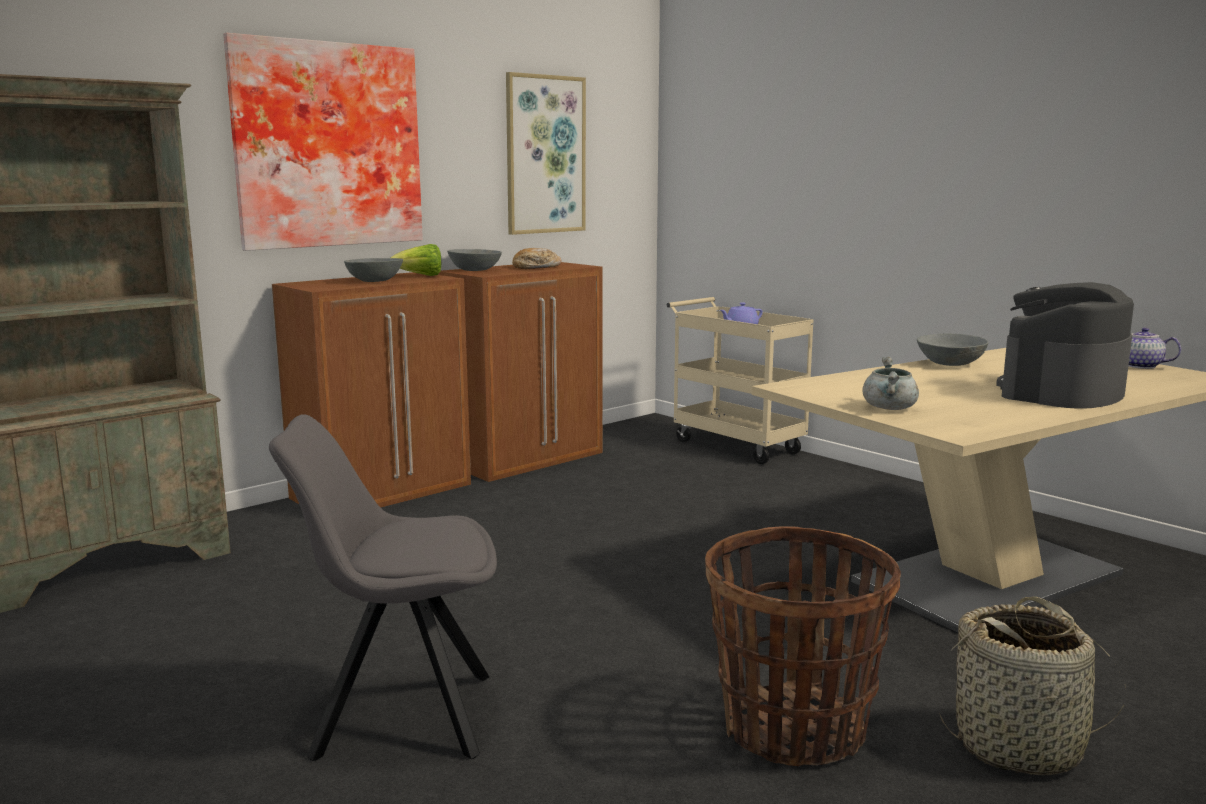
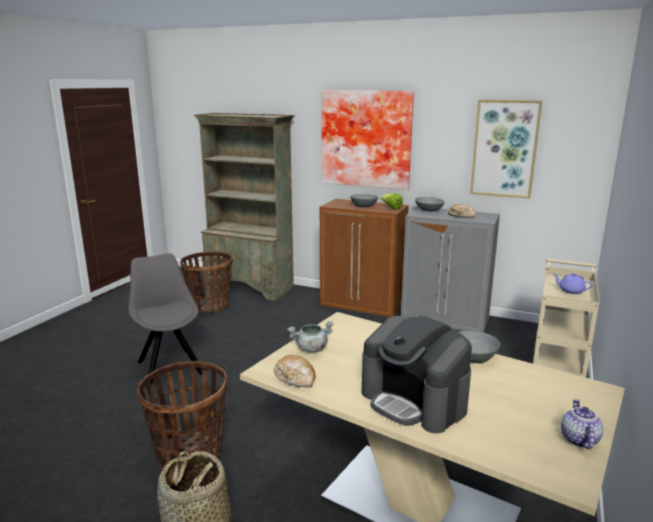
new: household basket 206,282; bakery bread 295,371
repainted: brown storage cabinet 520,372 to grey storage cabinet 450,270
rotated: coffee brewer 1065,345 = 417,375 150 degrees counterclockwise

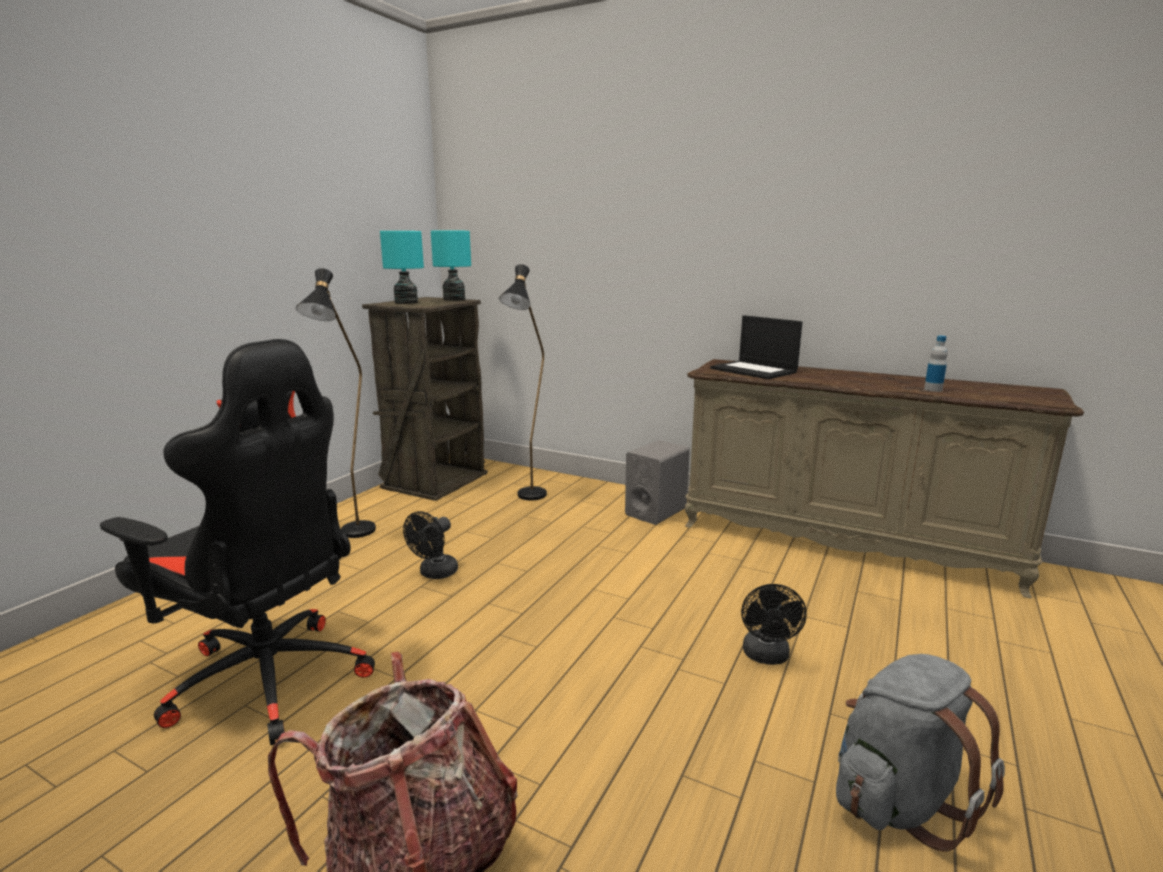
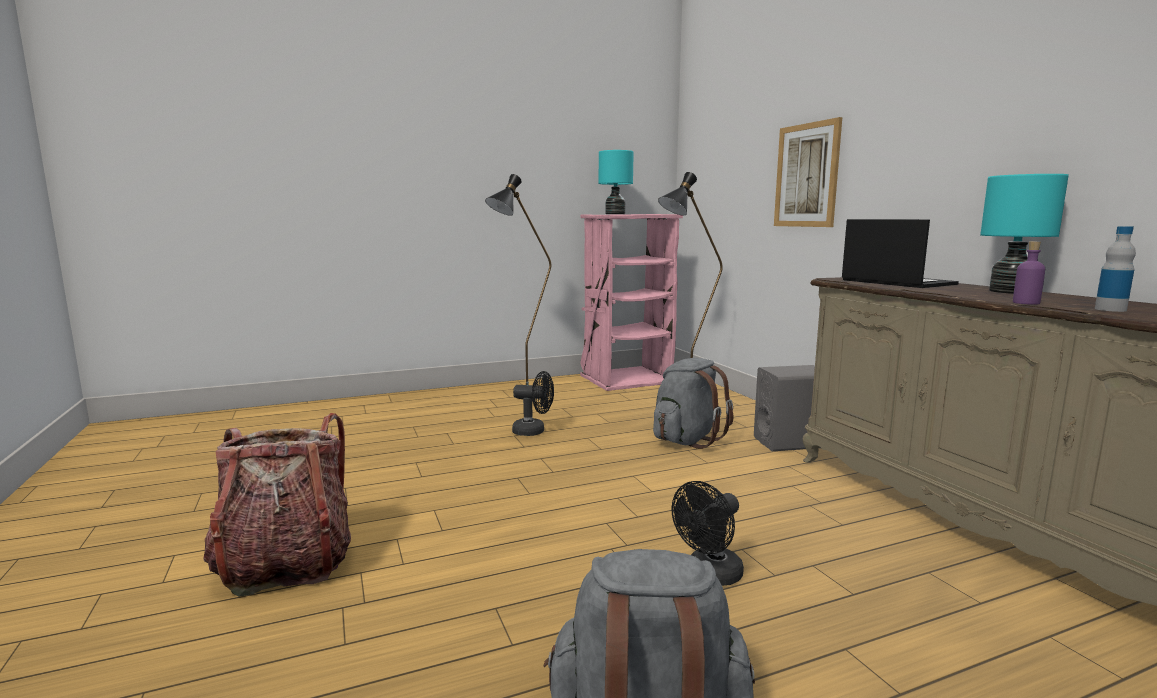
gone: black-coloured computer chair 237,542
new: wall art 808,172; purple drink bottle 1029,273; grey backpack 693,403
shifted: turquoise table lamp 451,265 to 1024,234
repainted: brown bookcase 425,399 to pink-coloured bookcase 631,302
rotated: laptop 756,347 = 900,253 150 degrees clockwise; black-coloured cooling fan 430,545 = 533,403 150 degrees counterclockwise

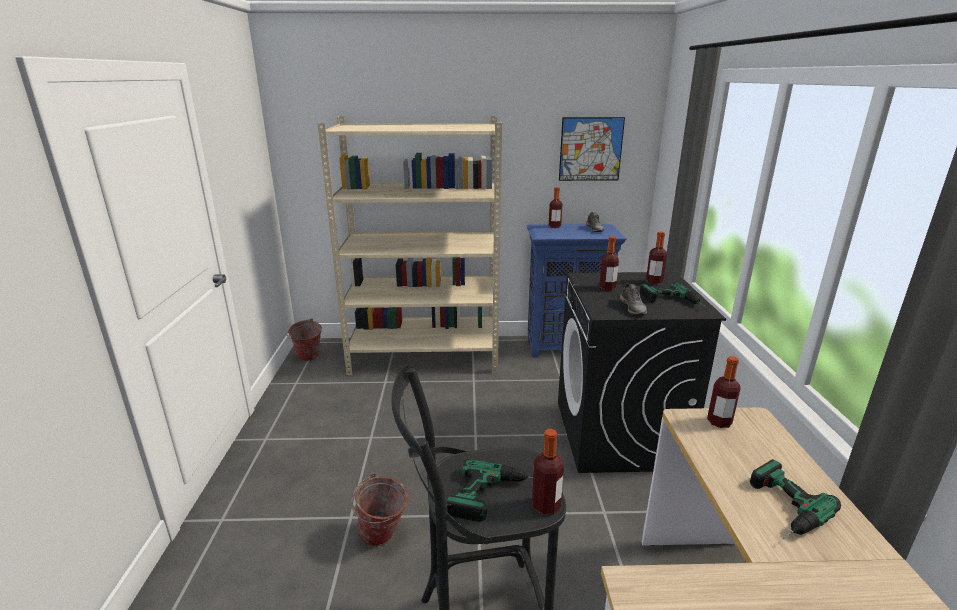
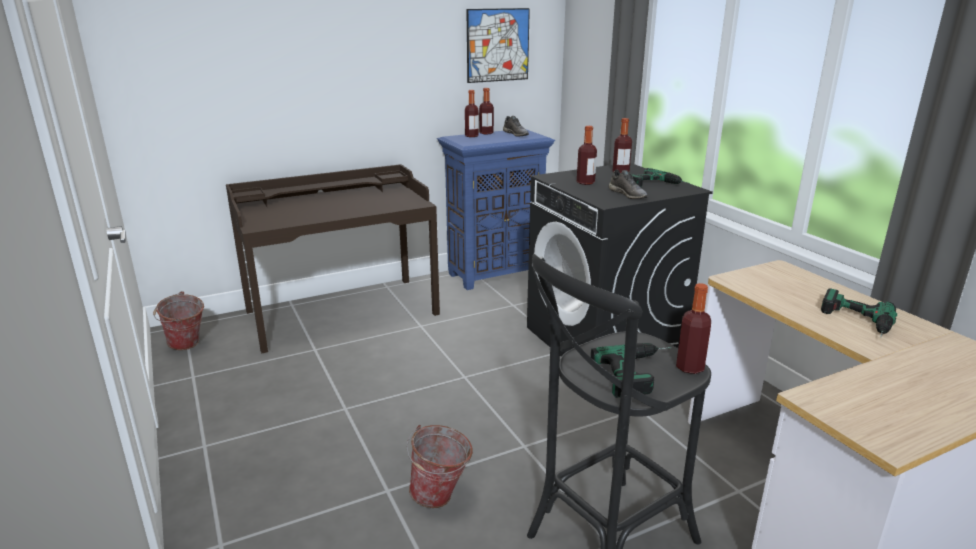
shifted: drink bottle 724,392 to 486,111
swapped: beige bookcase 410,245 to brown desk 333,259

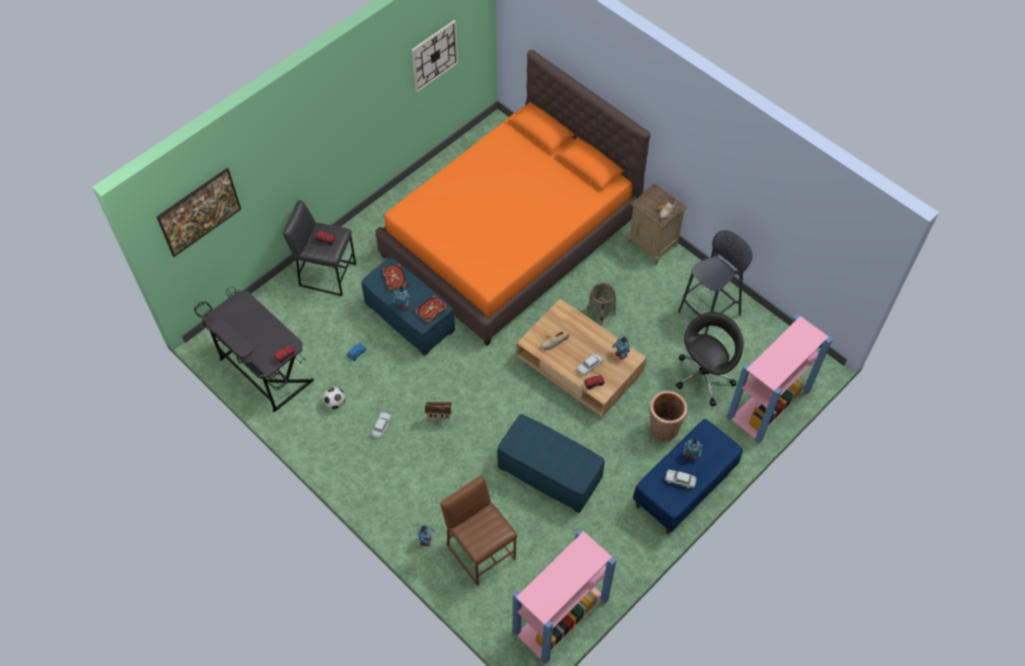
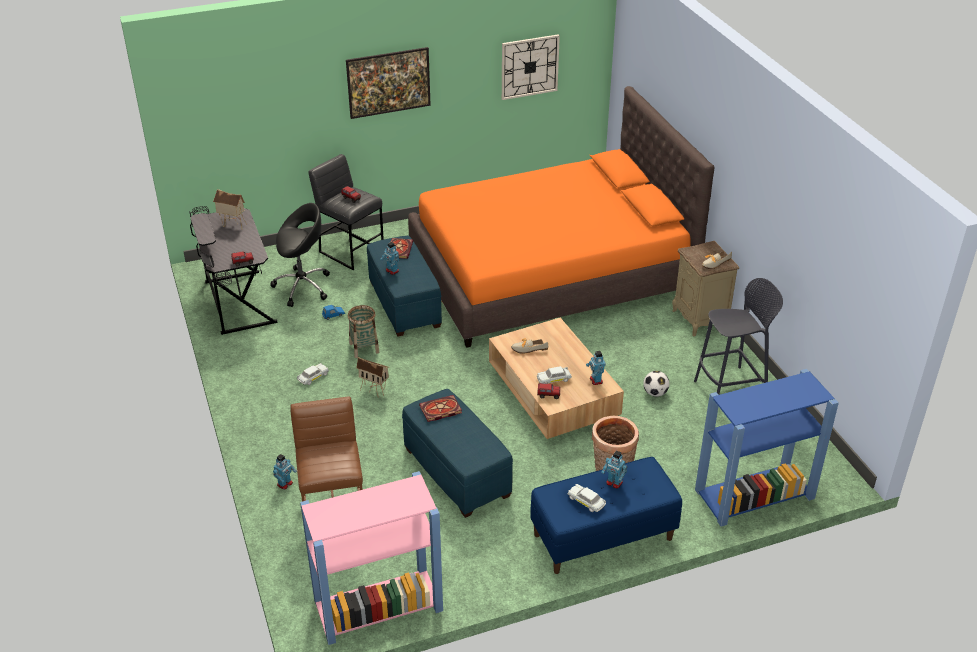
new: toy house 230,208
shifted: wall art 198,212 to 388,83; household basket 601,304 to 363,331; volume 431,309 to 440,408; black-coloured computer chair 710,359 to 300,255; football 334,398 to 656,384
repainted: pink-coloured bookcase 779,378 to blue-coloured bookcase 767,447

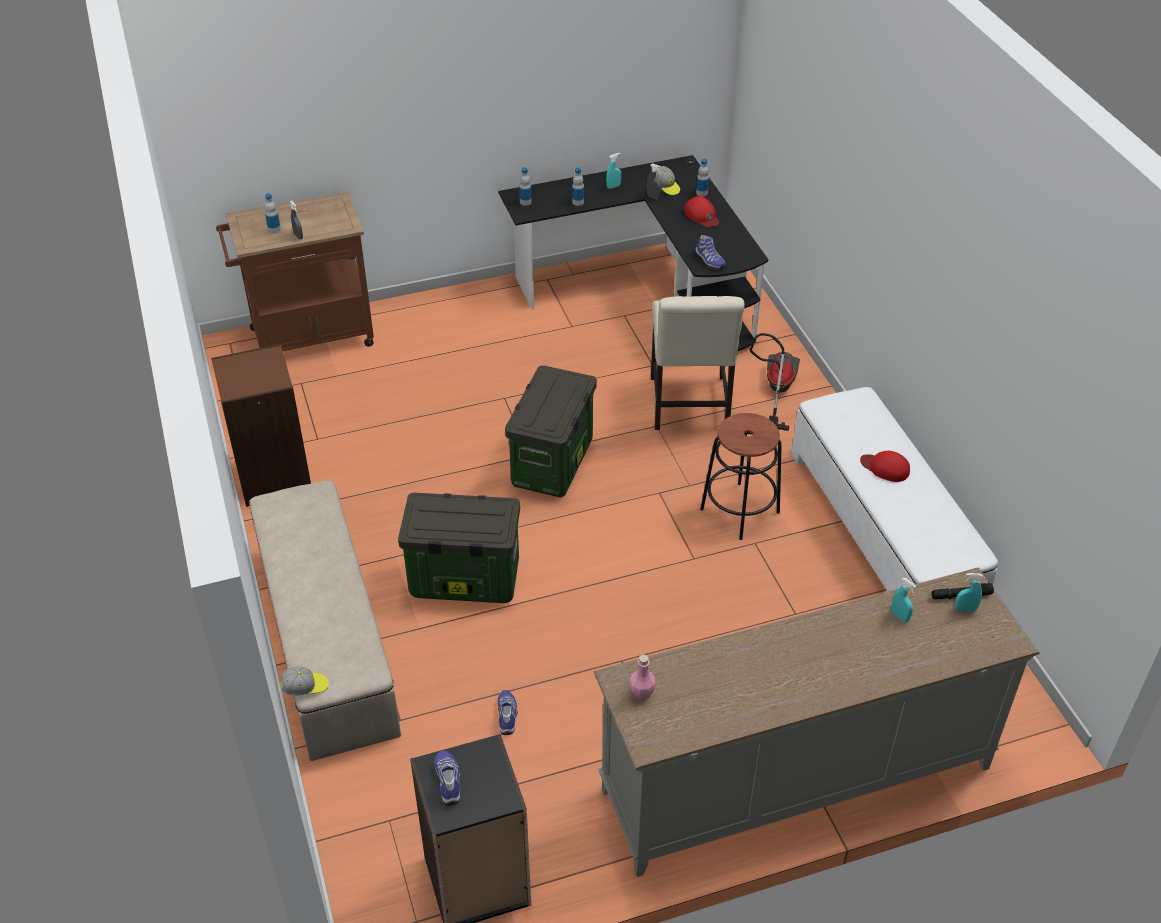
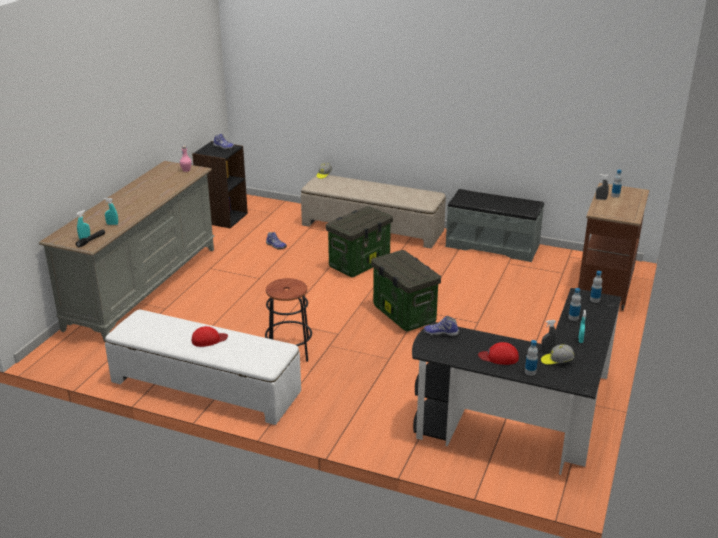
gone: beige plain chair 698,363; hoover 775,382
swapped: brown bookcase 261,425 to grey bench 495,225

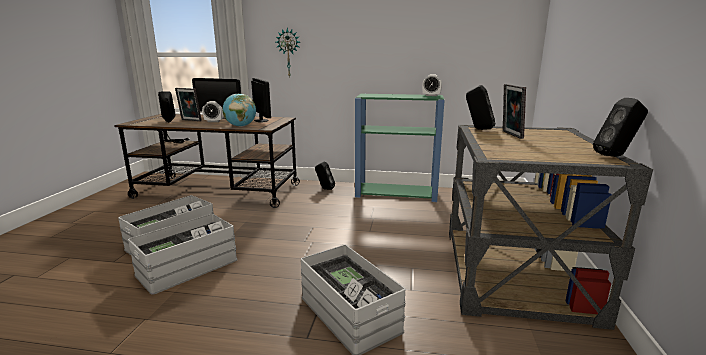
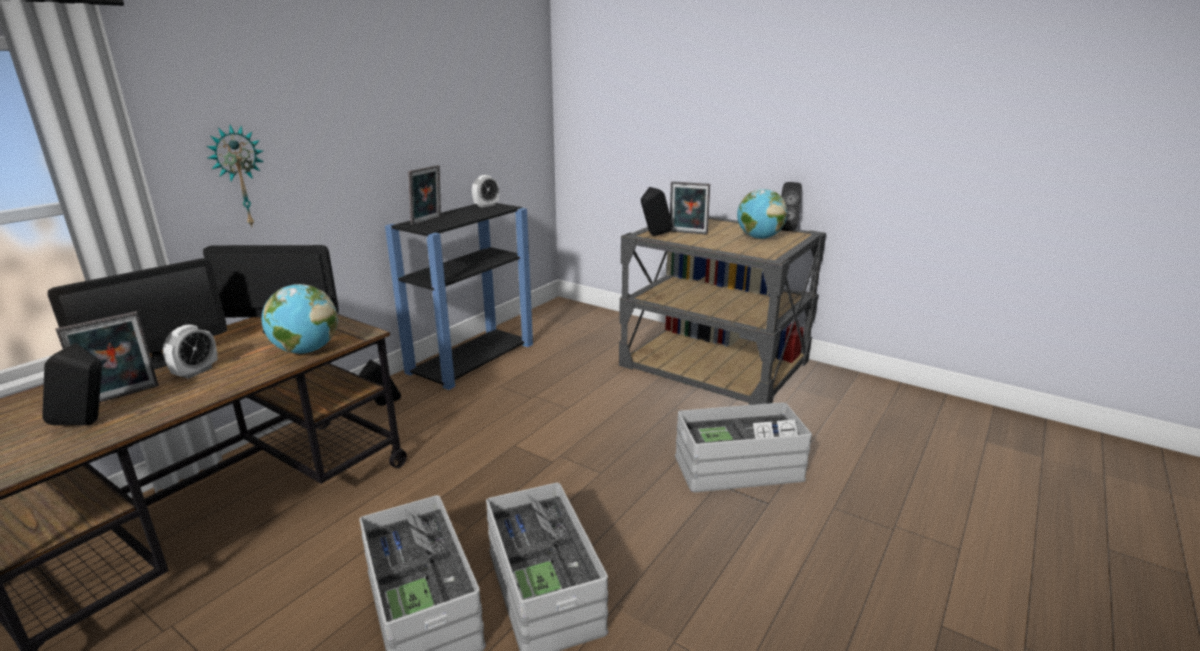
new: standing frame 424,195; globe 762,214
repainted: green-coloured bookcase 399,148 to black-coloured bookcase 459,296

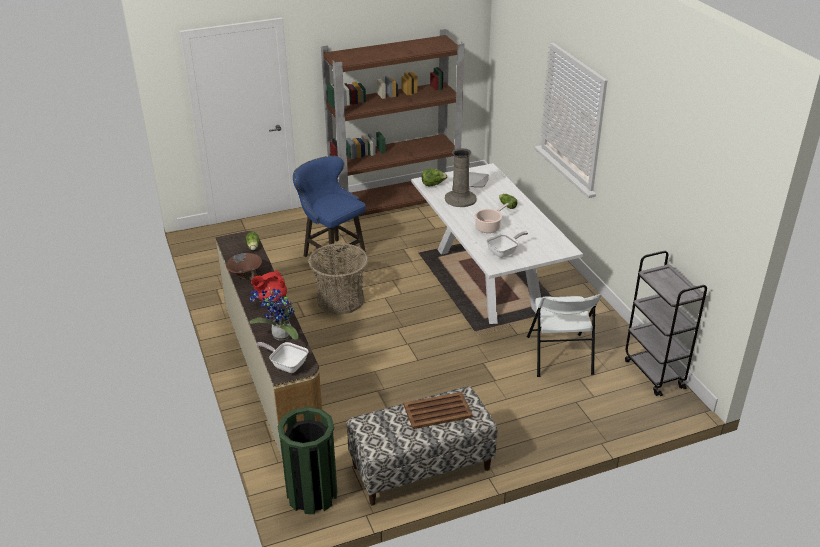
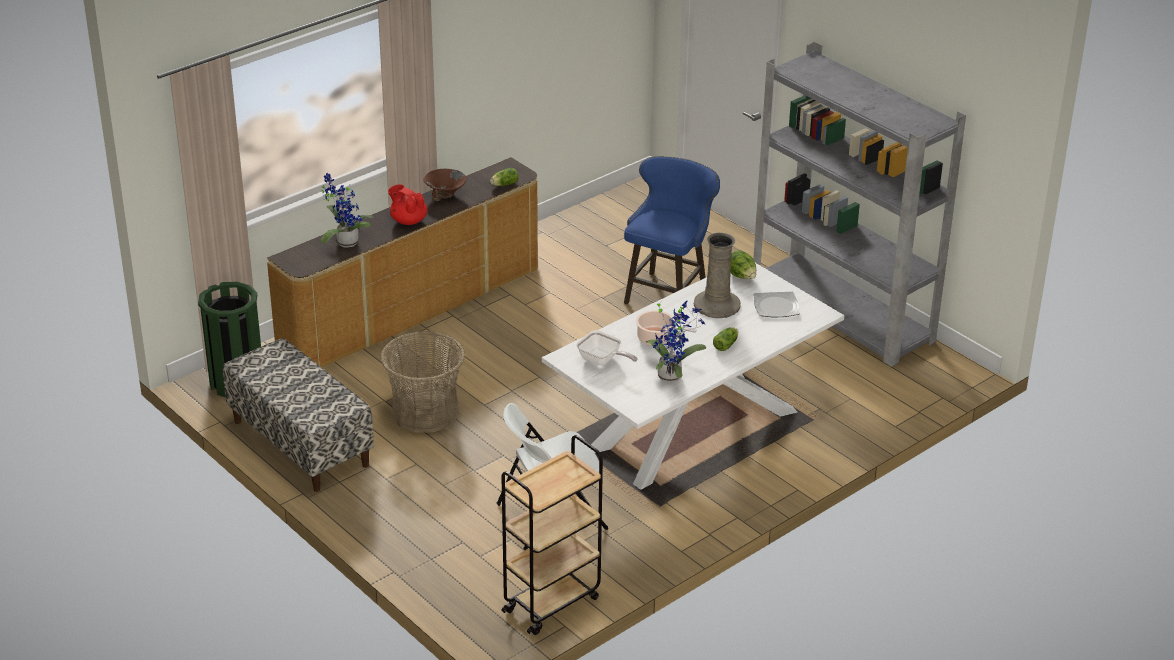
gone: frying pan 282,357; brown serving tray 438,410
new: potted plant 676,341
shifted: household basket 338,279 to 422,382
repainted: brown bookcase 392,125 to grey bookcase 859,204; grey cart 666,323 to brown cart 552,535

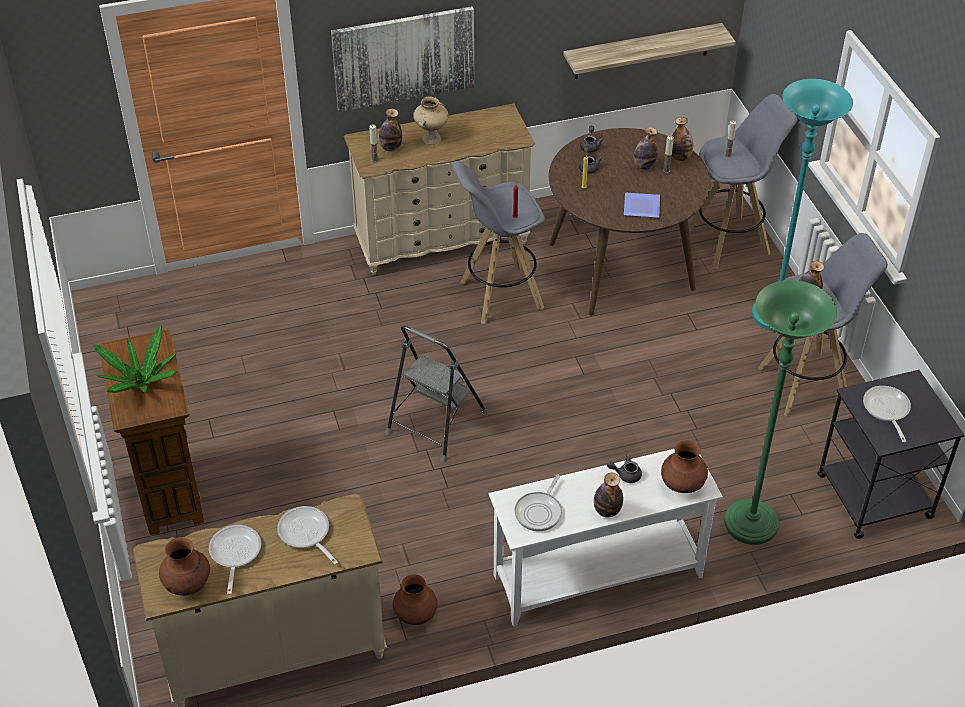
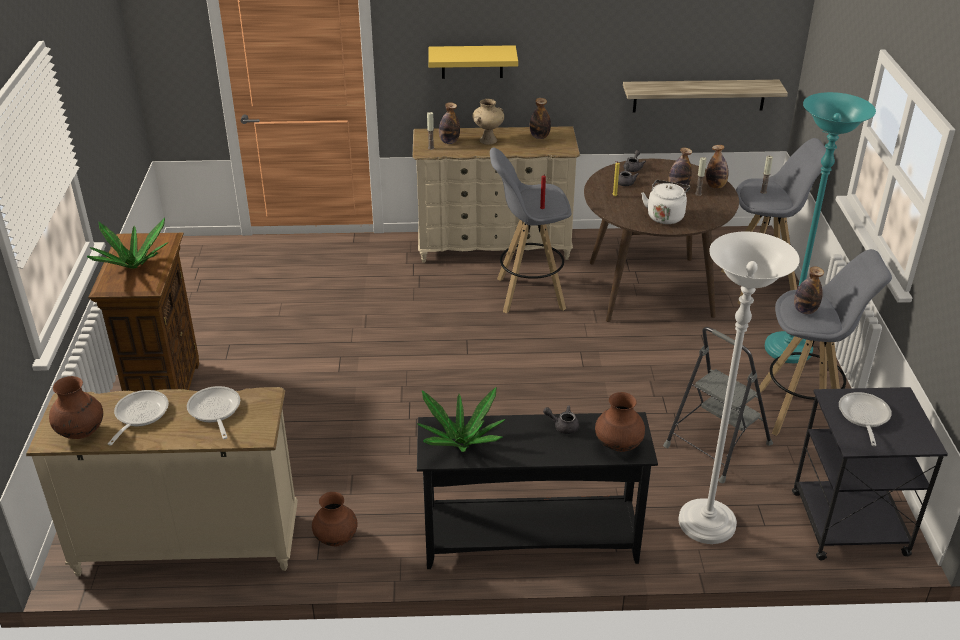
shifted: grey step ladder 436,394 to 718,405; drink bottle 608,495 to 540,118
swapped: wall art 402,59 to yellow bracket shelf 473,62; plate 642,205 to white kettle 665,202; frying pan 538,503 to potted plant 461,419
repainted: green-coloured floor lamp 780,412 to white floor lamp 739,388; white console table 606,538 to black-coloured console table 537,490

